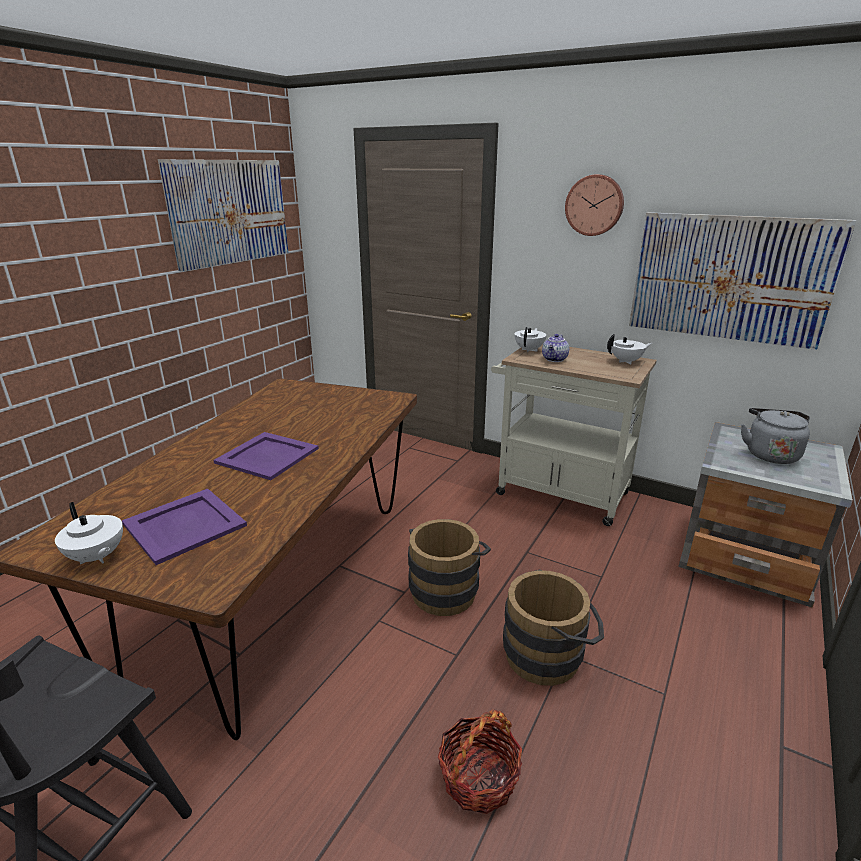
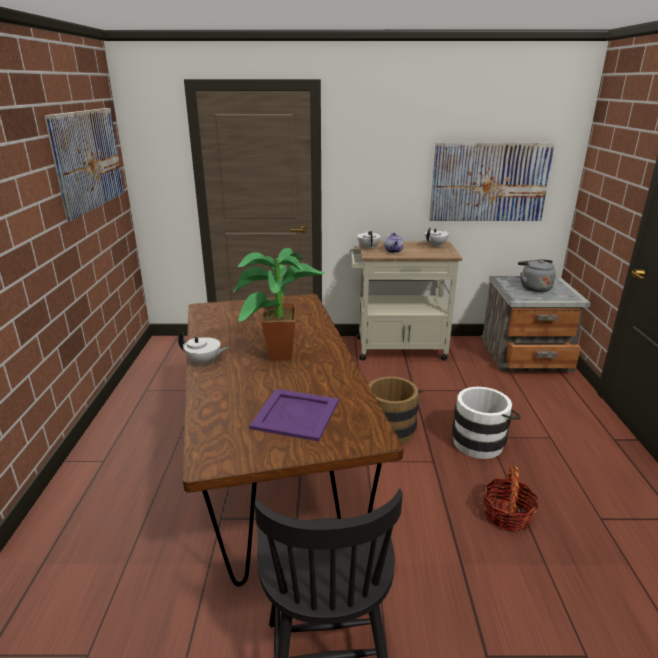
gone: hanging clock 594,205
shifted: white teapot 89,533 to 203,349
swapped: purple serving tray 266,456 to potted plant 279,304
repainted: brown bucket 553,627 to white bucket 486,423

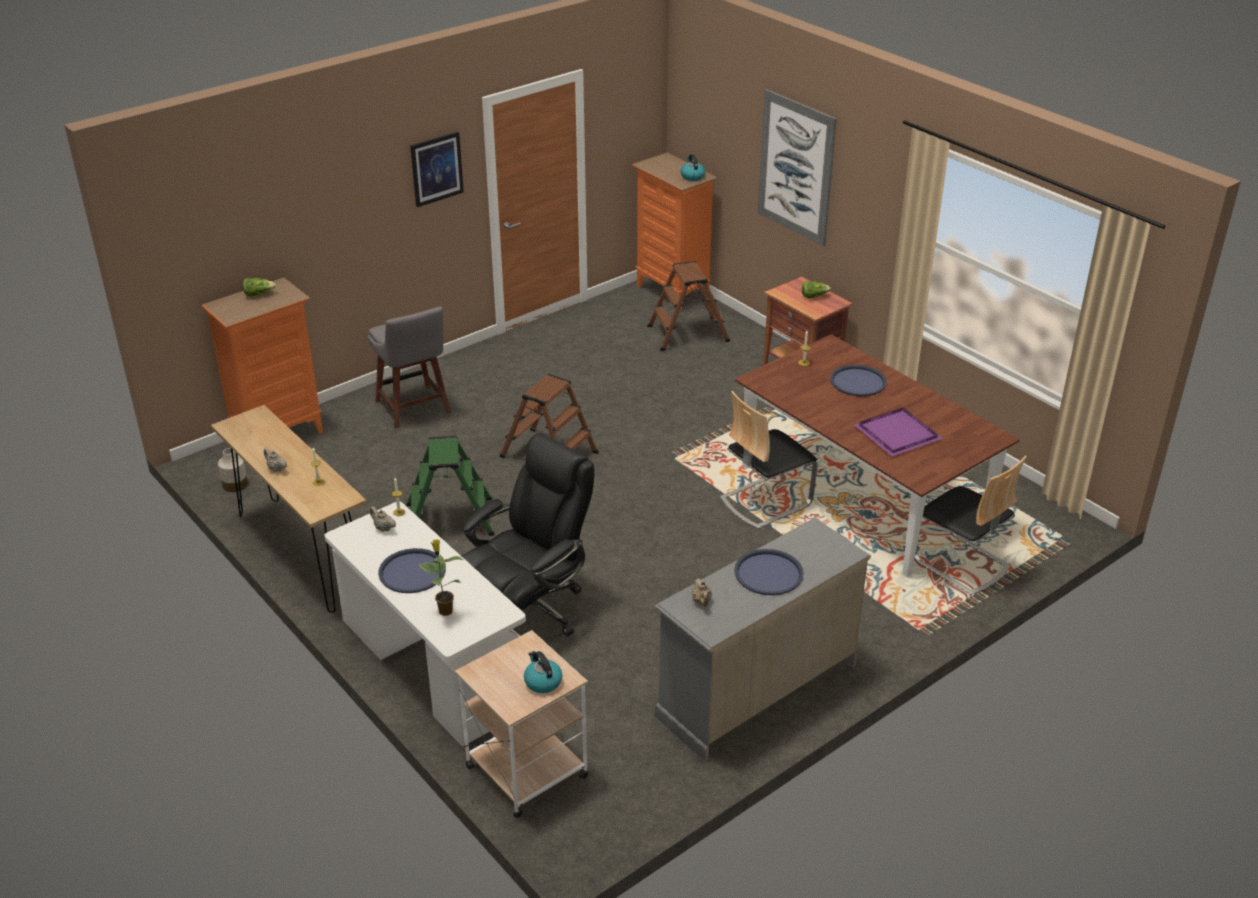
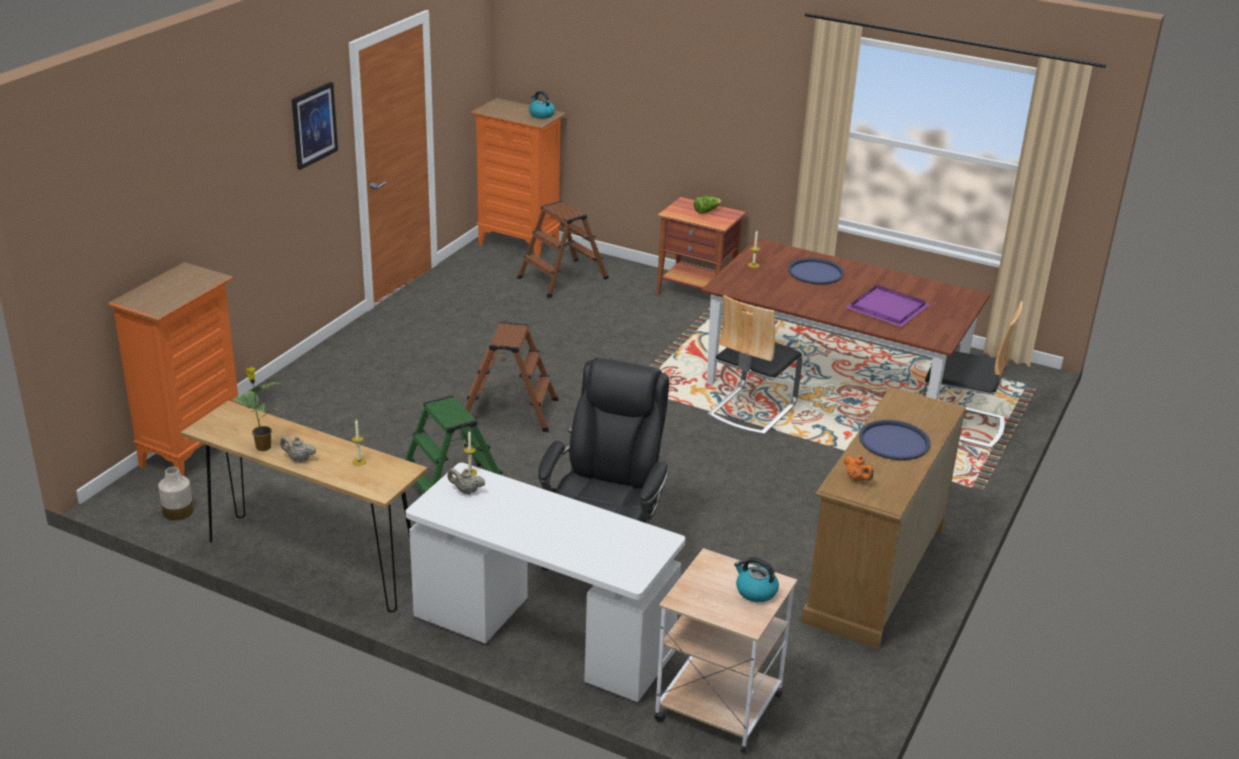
gone: wall art 797,168; head of lettuce 259,287; grey sitting stool 409,367; blue-coloured serving tray 412,570
shifted: potted plant 440,577 to 256,409
repainted: grey storage cabinet 762,639 to brown storage cabinet 883,518; beige teapot 701,593 to orangey teapot 858,468

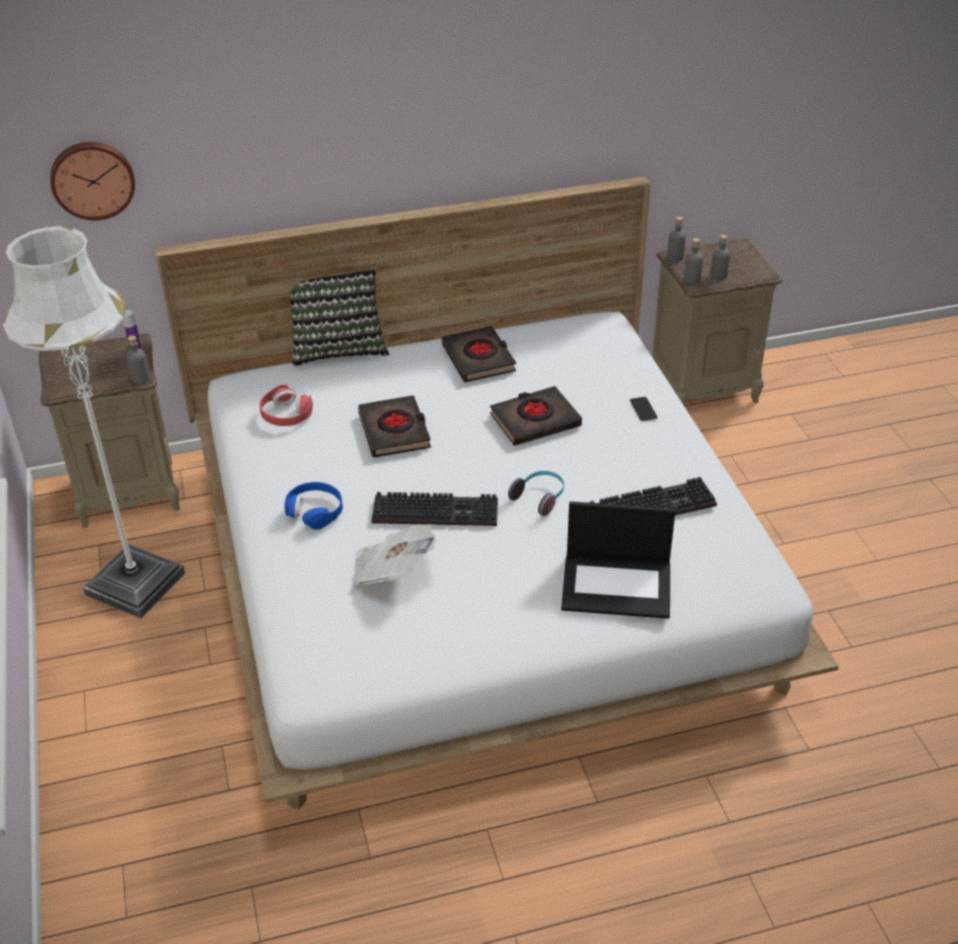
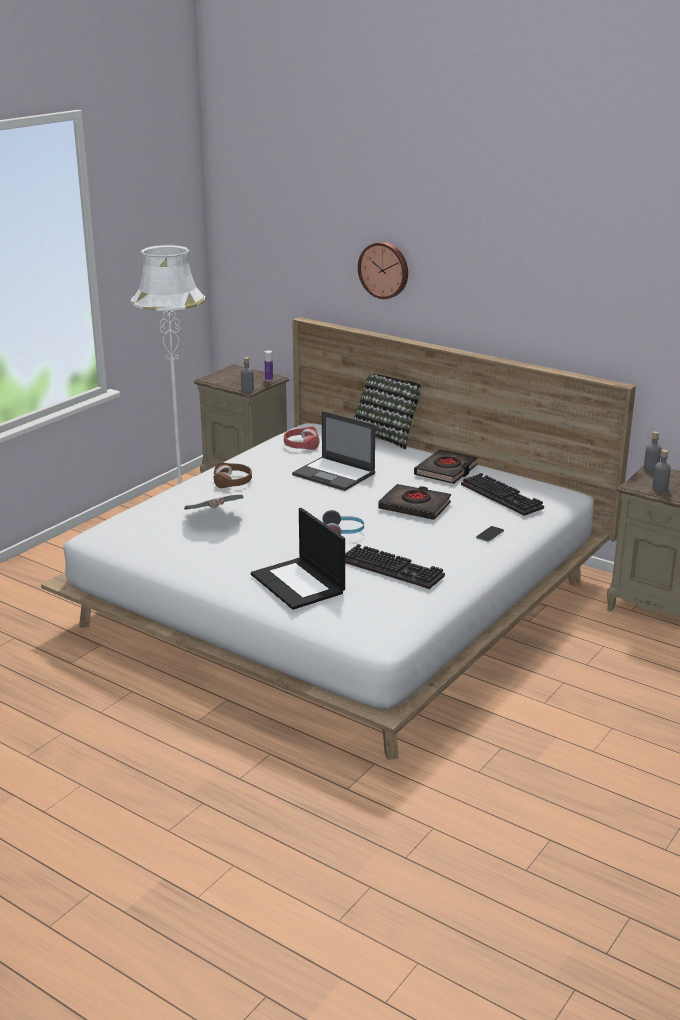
gone: grey drink bottle 693,261
shifted: hanging clock 92,181 to 383,270; PC keyboard 434,509 to 502,494
swapped: black-coloured volume 394,426 to laptop 333,451
repainted: blue-coloured pair of headphones 313,506 to brown pair of headphones 233,475

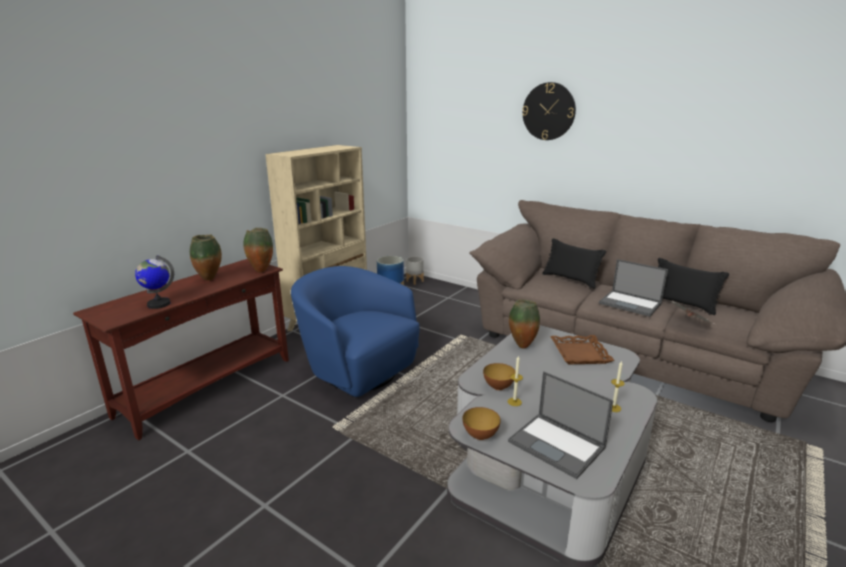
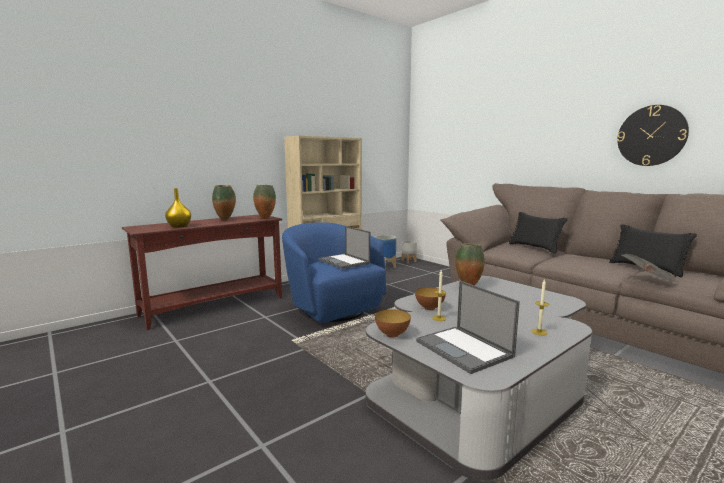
gone: brown serving tray 582,349
shifted: hanging clock 549,111 to 653,135; laptop 633,288 to 344,247
swapped: globe 154,282 to yellow vase 178,208

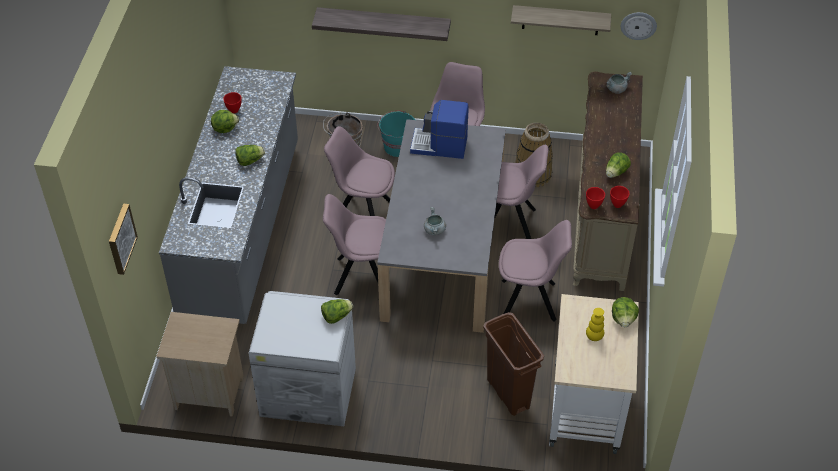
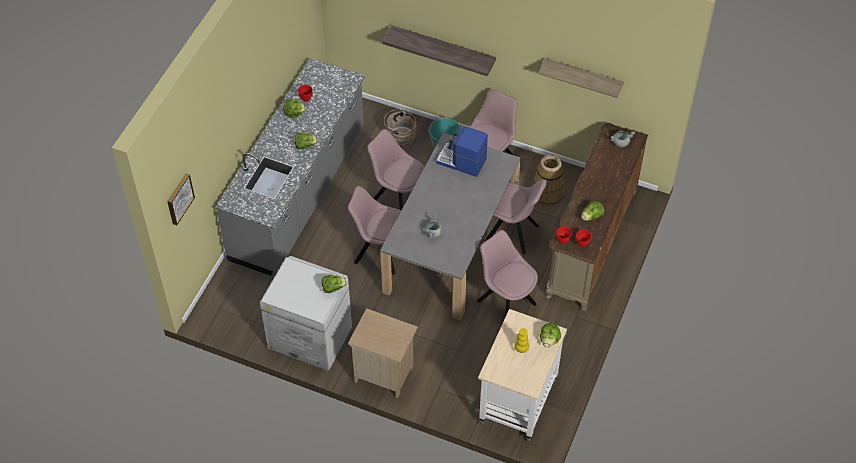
gone: hanging clock 639,26; brown trash can 513,364
shifted: beige night table 200,364 to 383,353
rotated: pink-coloured plain chair 535,270 = 507,273 150 degrees counterclockwise

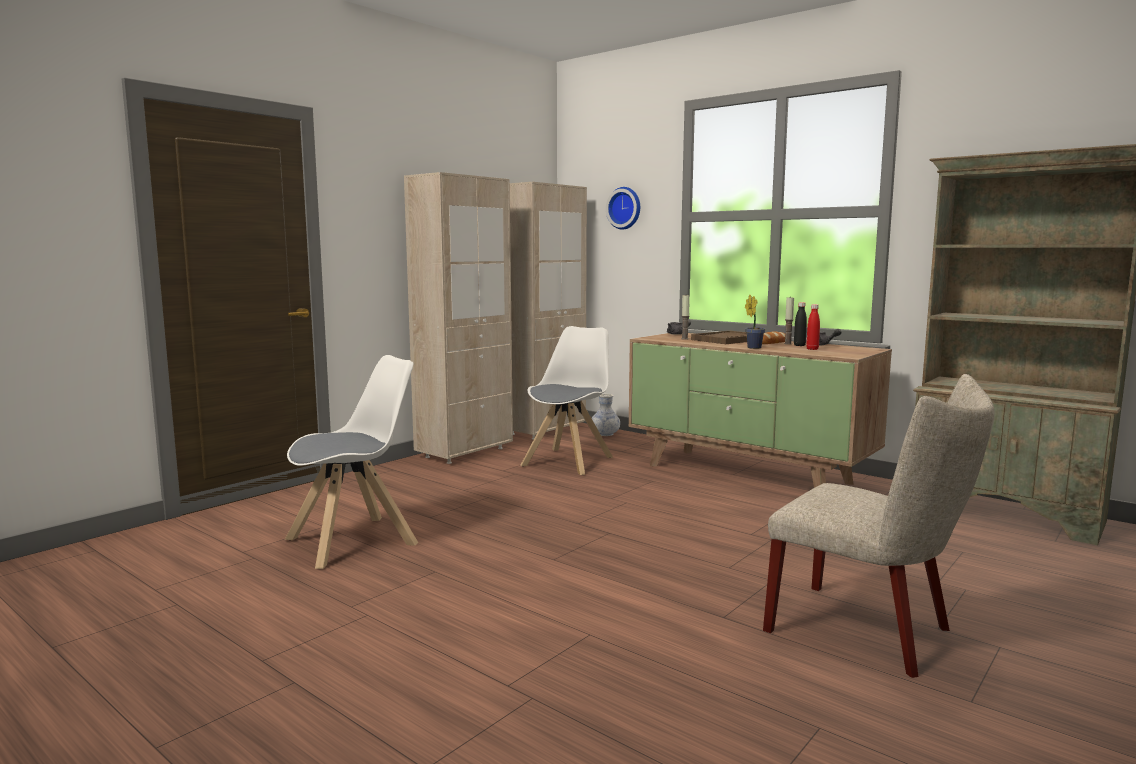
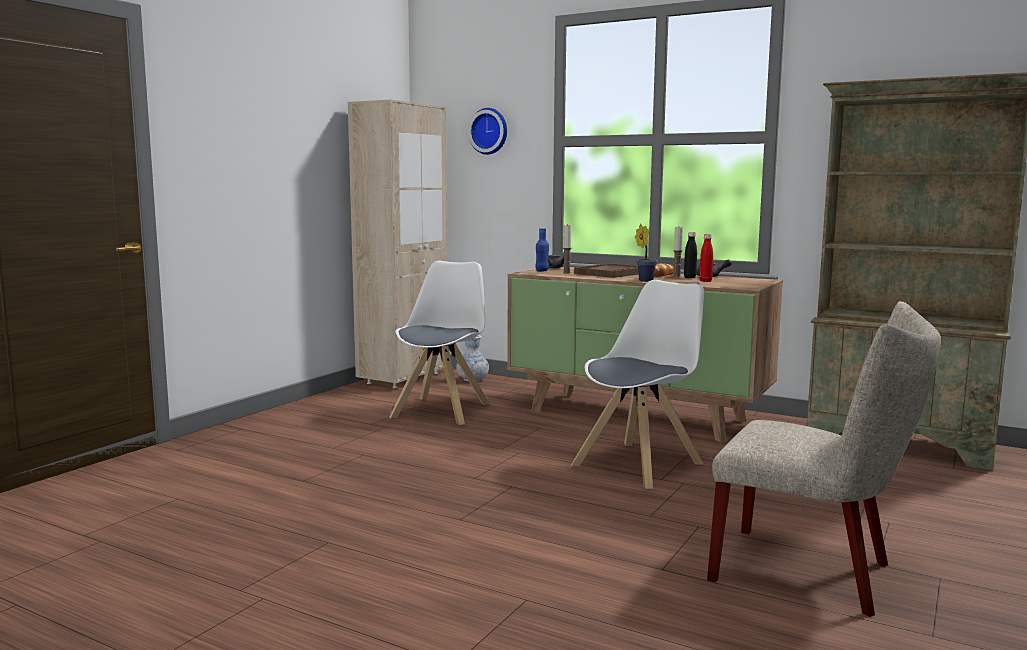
gone: beige storage cabinet 458,318
new: blue-coloured drink bottle 542,250
shifted: plain chair 351,462 to 637,384

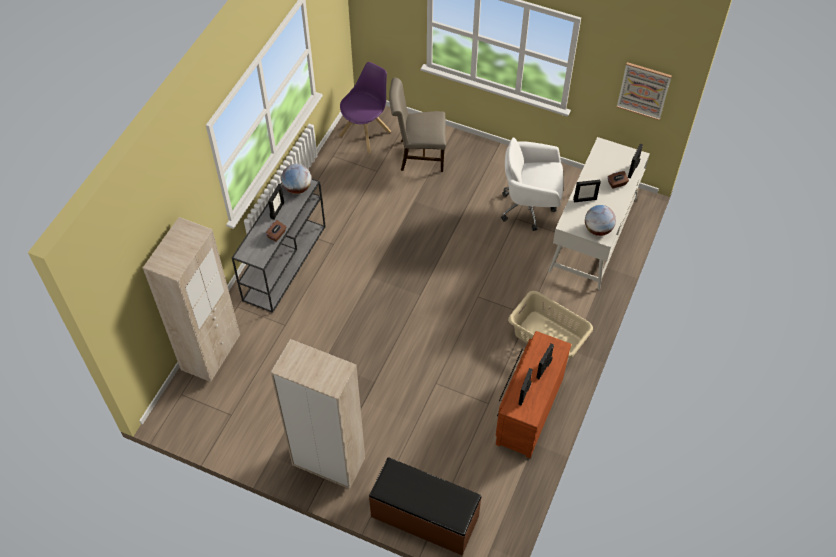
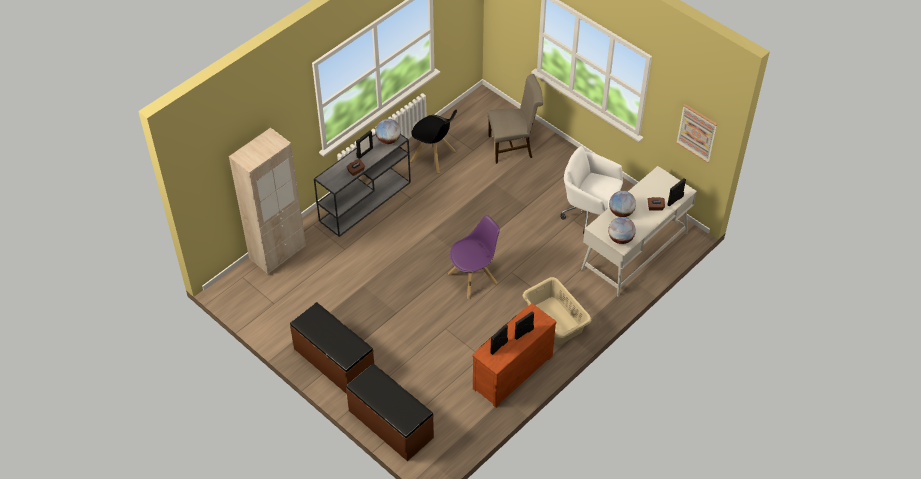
new: black-coloured plain chair 433,142
shifted: purple plain chair 365,107 to 473,257
swapped: standing frame 587,191 to globe 622,204; beige storage cabinet 318,414 to brown bench 332,348
rotated: beige plain chair 417,125 = 515,119 150 degrees clockwise

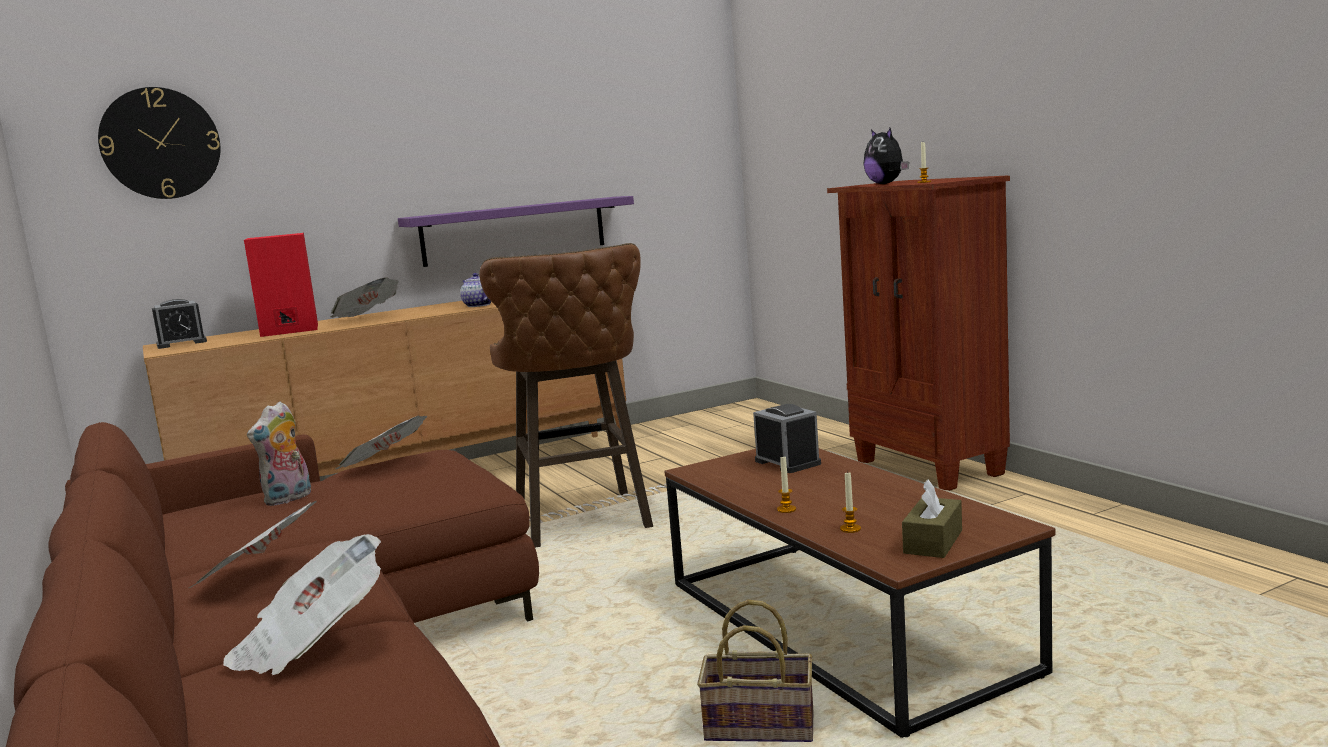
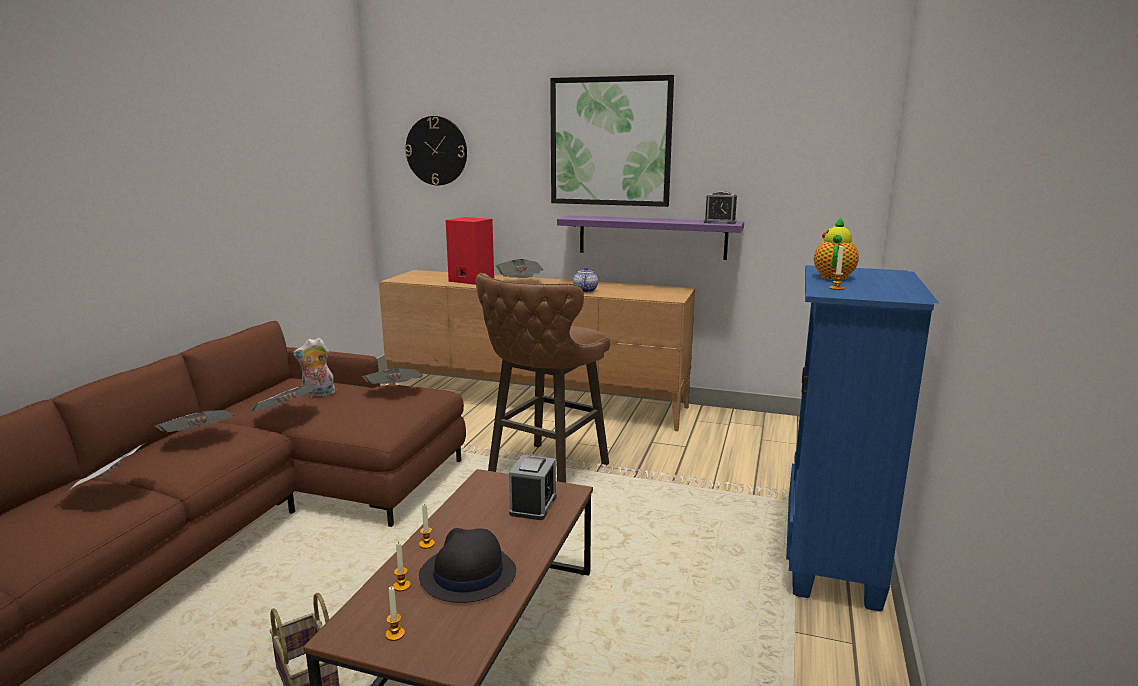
new: wall art 612,141; printed paper 284,398; black-coloured wearable hat 467,565
shifted: table clock 179,324 to 720,207
swapped: soft toy 886,156 to teapot 836,248; brown box of tissues 932,518 to candle 395,613
repainted: brown storage cabinet 918,333 to blue-coloured storage cabinet 863,438

